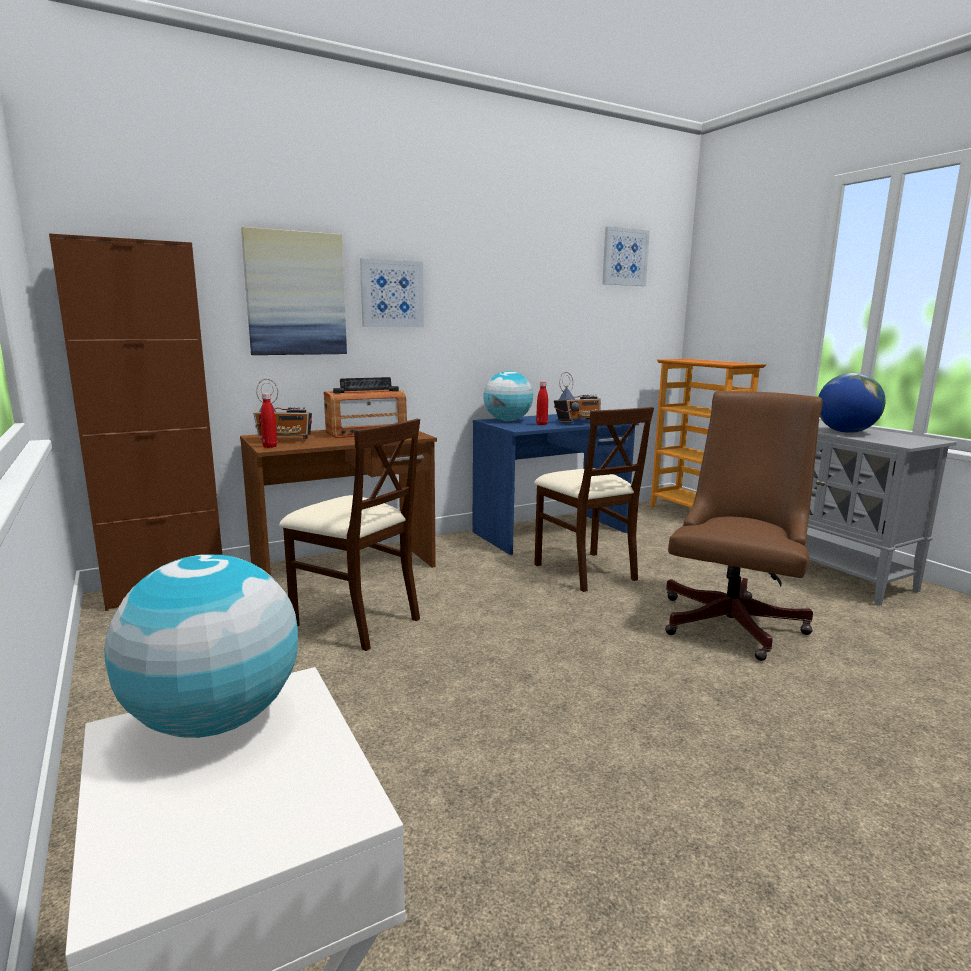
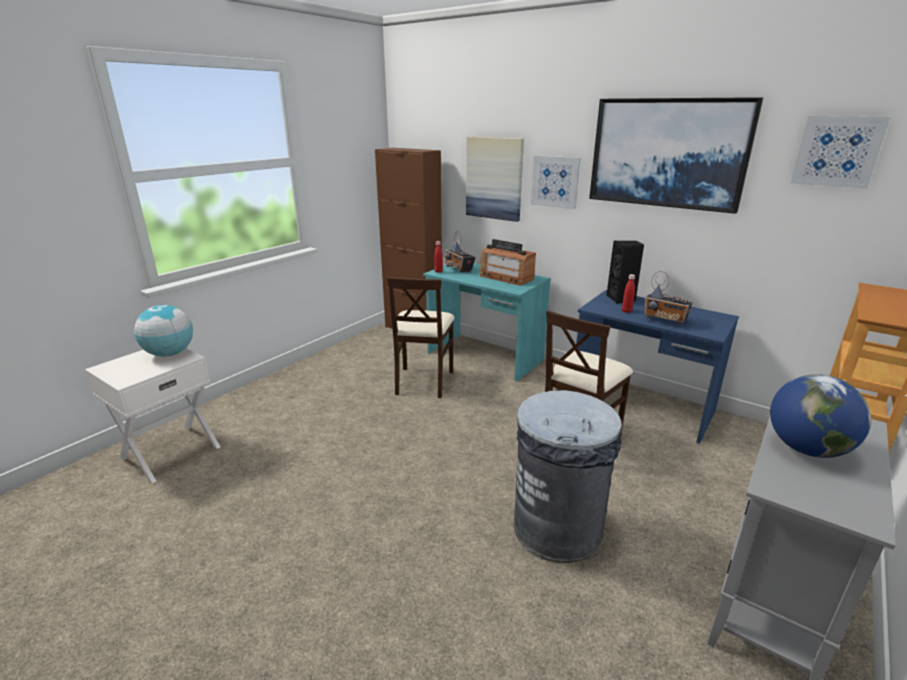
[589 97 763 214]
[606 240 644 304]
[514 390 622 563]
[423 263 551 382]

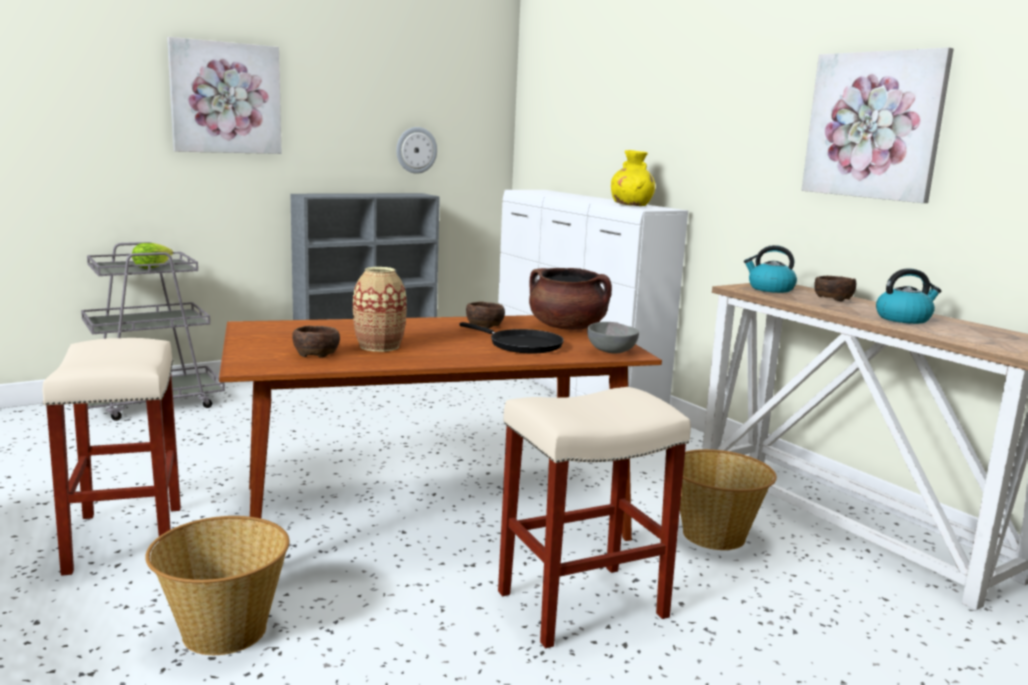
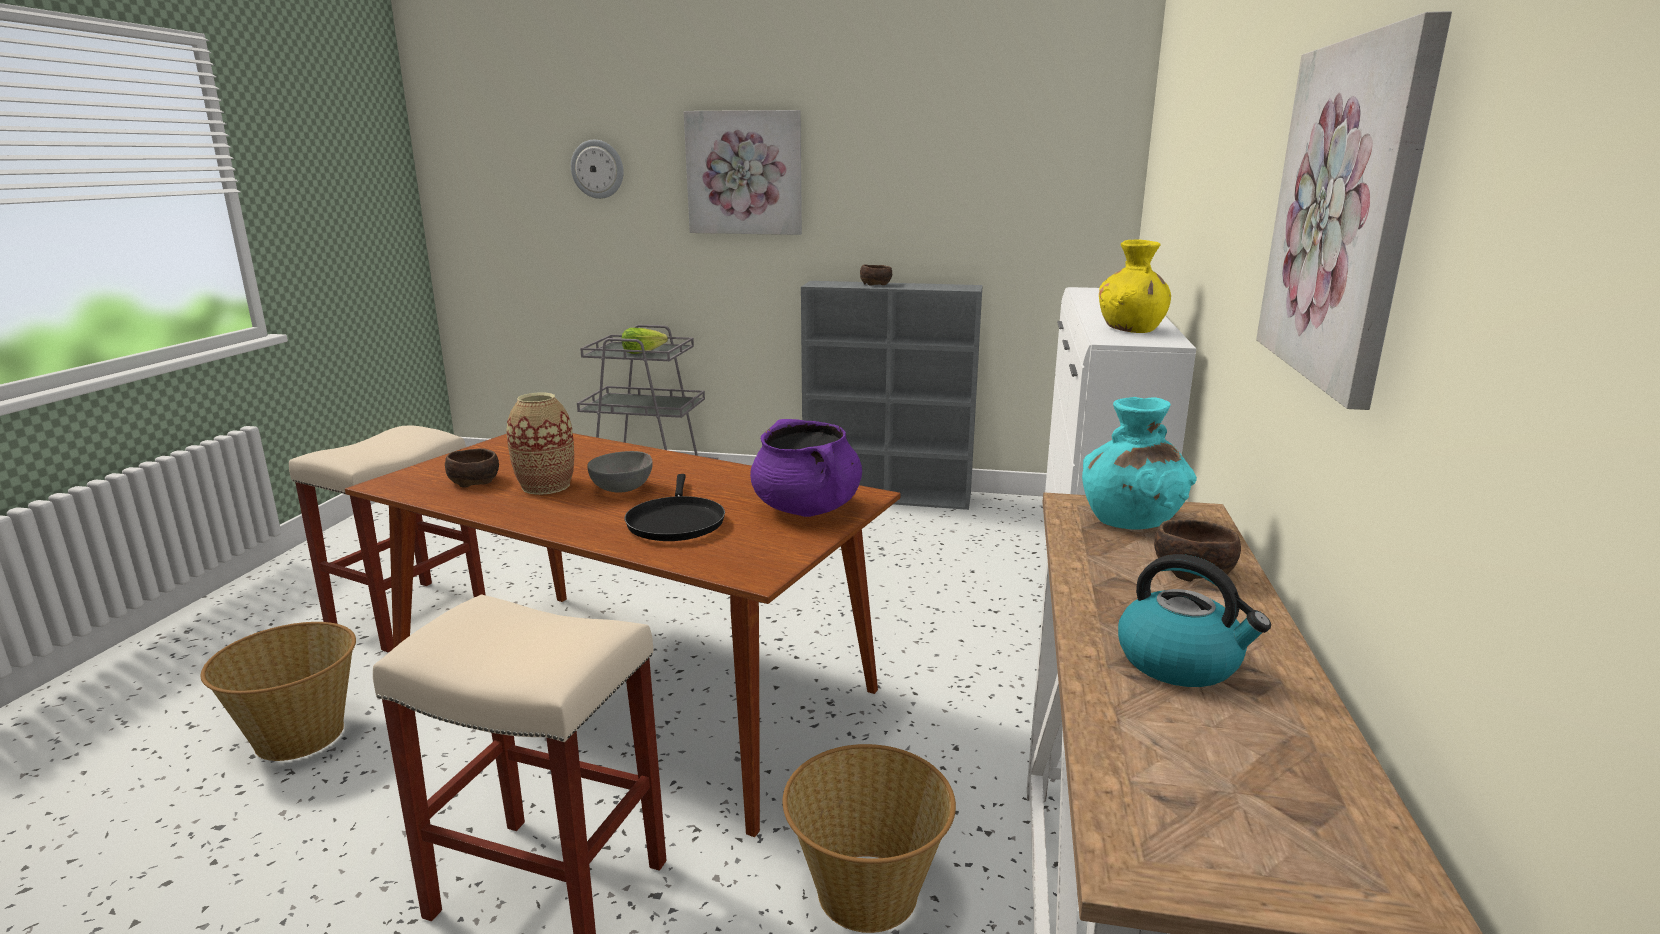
[571 140 624 199]
[860 264 892 286]
[587 451 653 493]
[1082 397 1197 529]
[750 419 862 517]

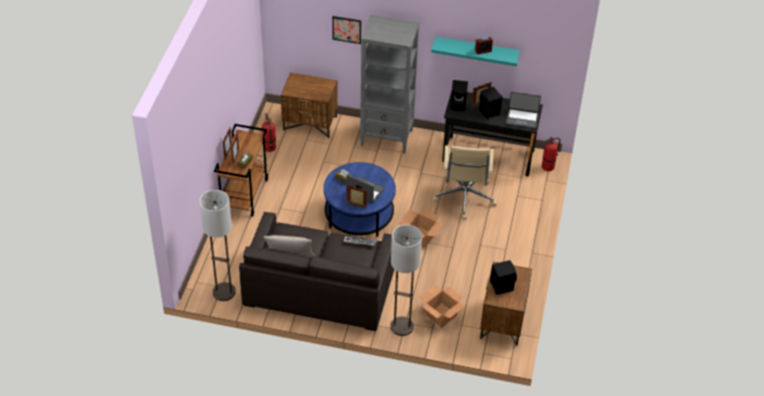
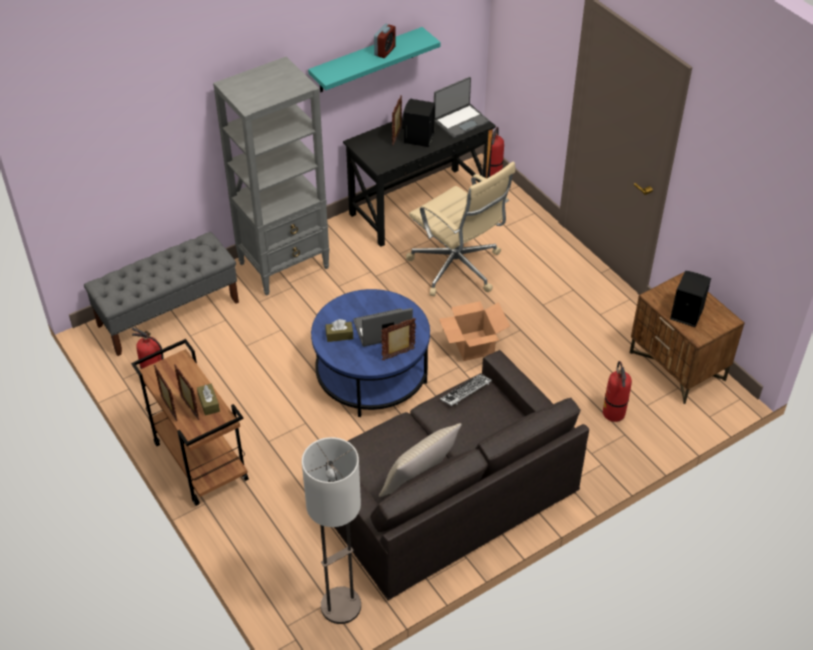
[332 16 361 44] (first image)
[391 225 422 336] (first image)
[450 80 468 111] (first image)
[84 232 239 356]
[603 361 632 422]

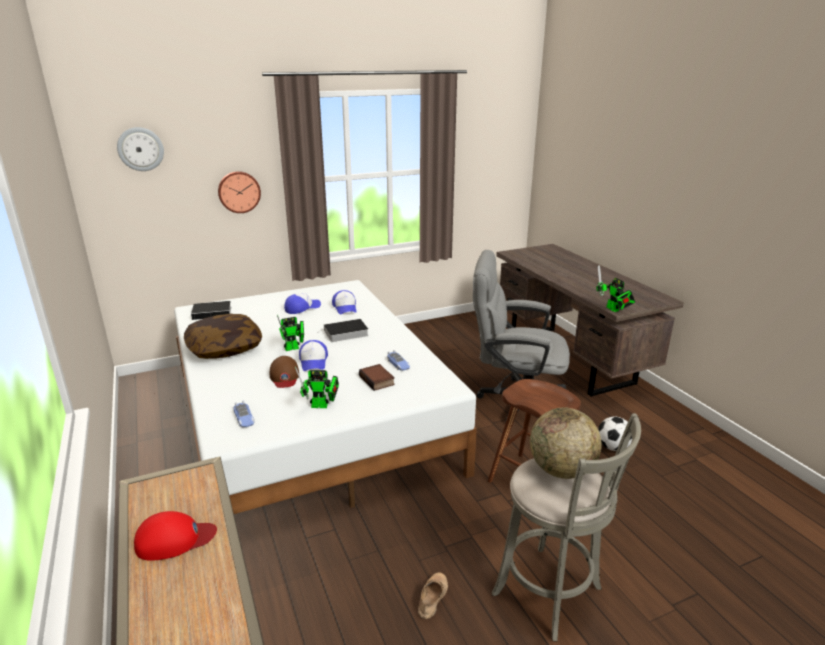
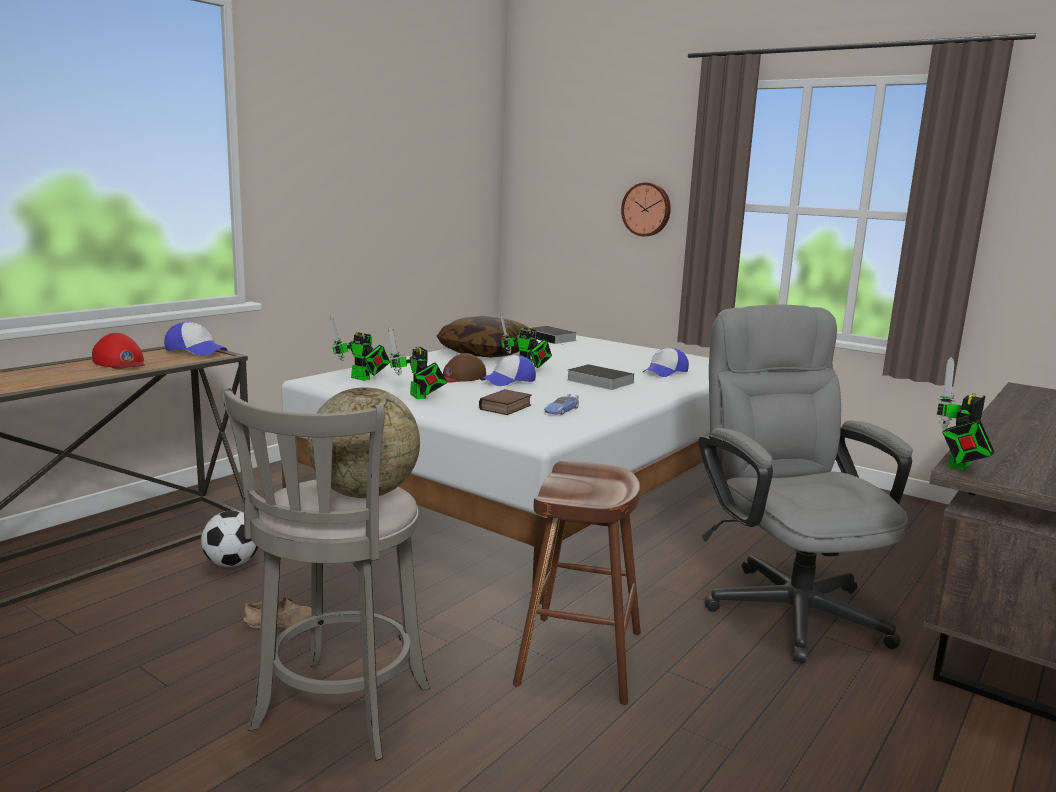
[117 127 164 171] (first image)
[164 322 227 356]
[201 510 258 567]
[330 315 390 381]

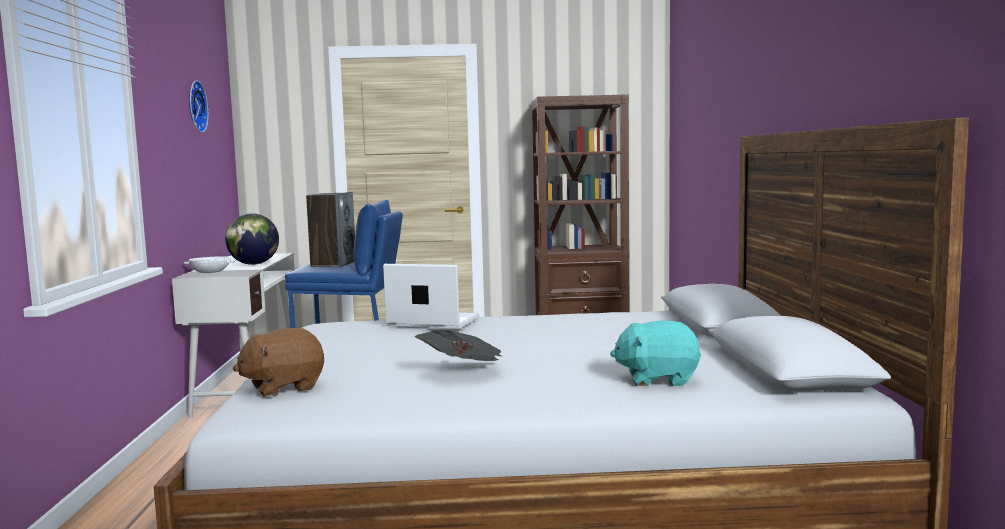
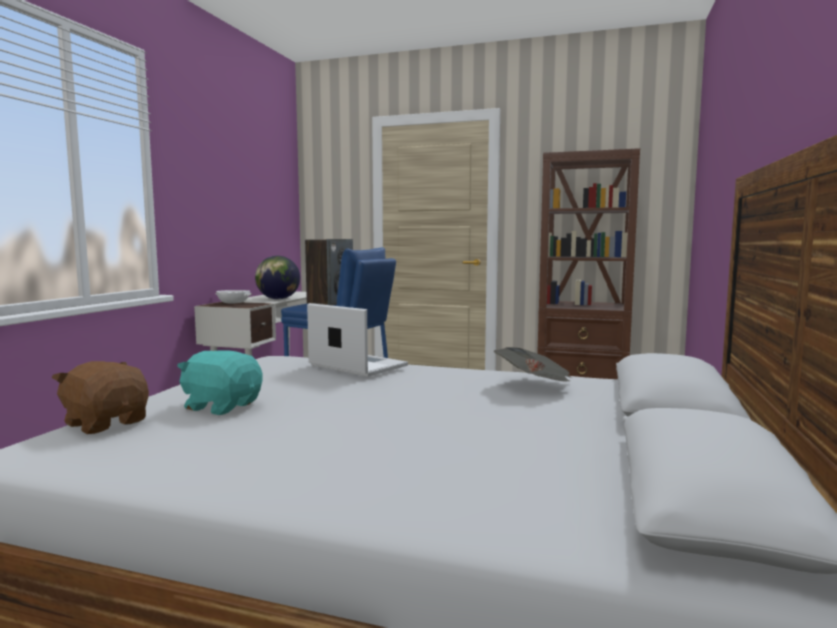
[189 81 209 133] (first image)
[493 347 572 381]
[177 350 262 415]
[52 361 149 434]

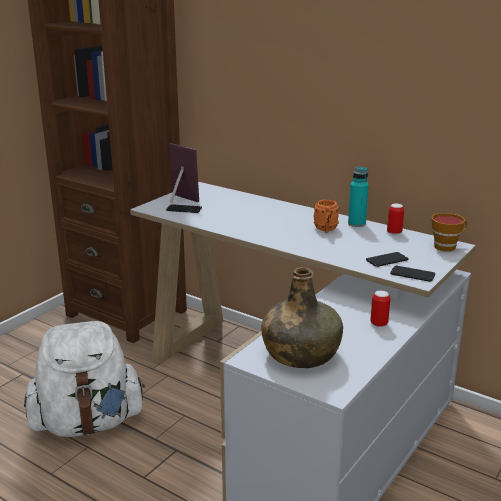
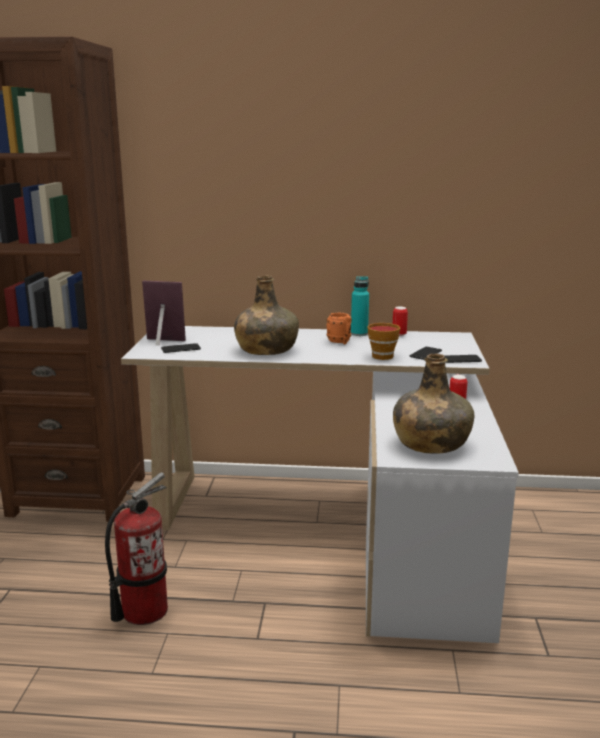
[234 275 299 355]
[367 323 400 360]
[105 472 168 625]

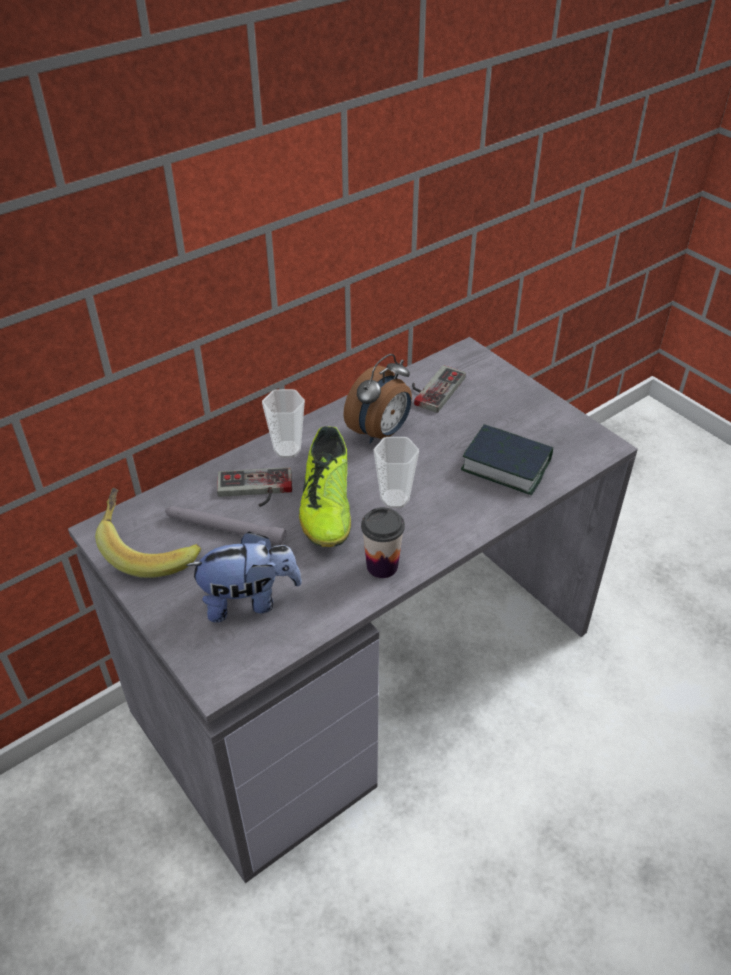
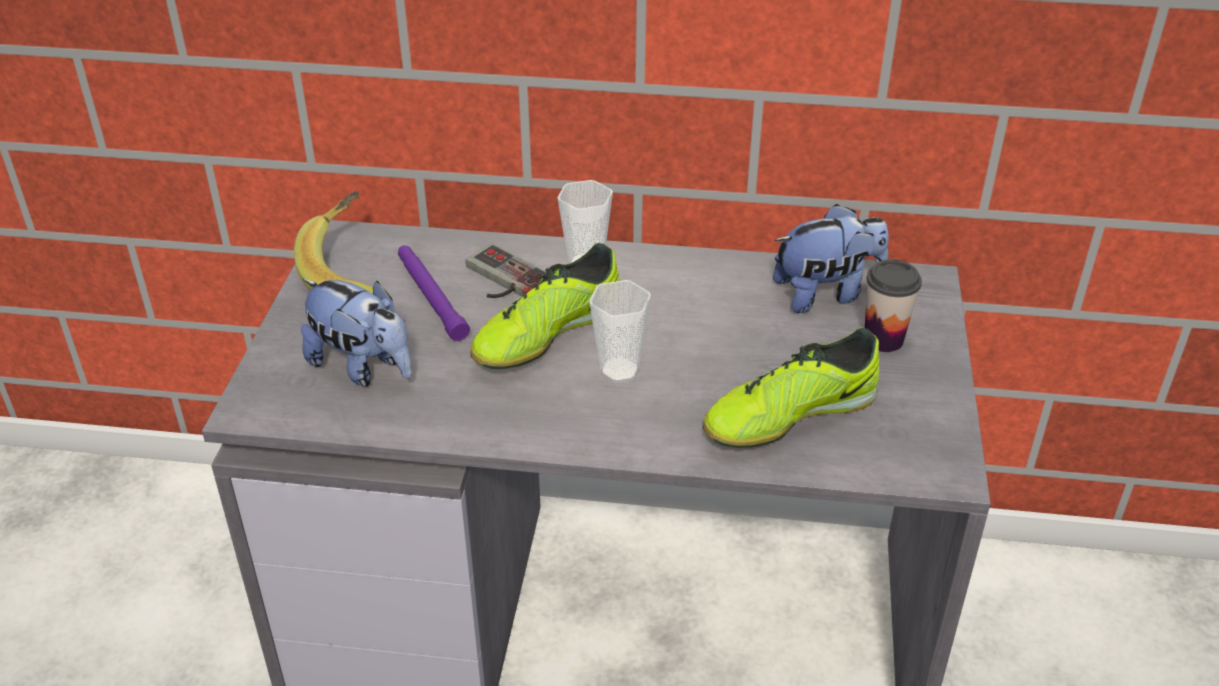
[343 354 412 444] (first image)
[865 259 922 352]
[773 204 889 313]
[703 327 880 448]
[398 246 470 341]

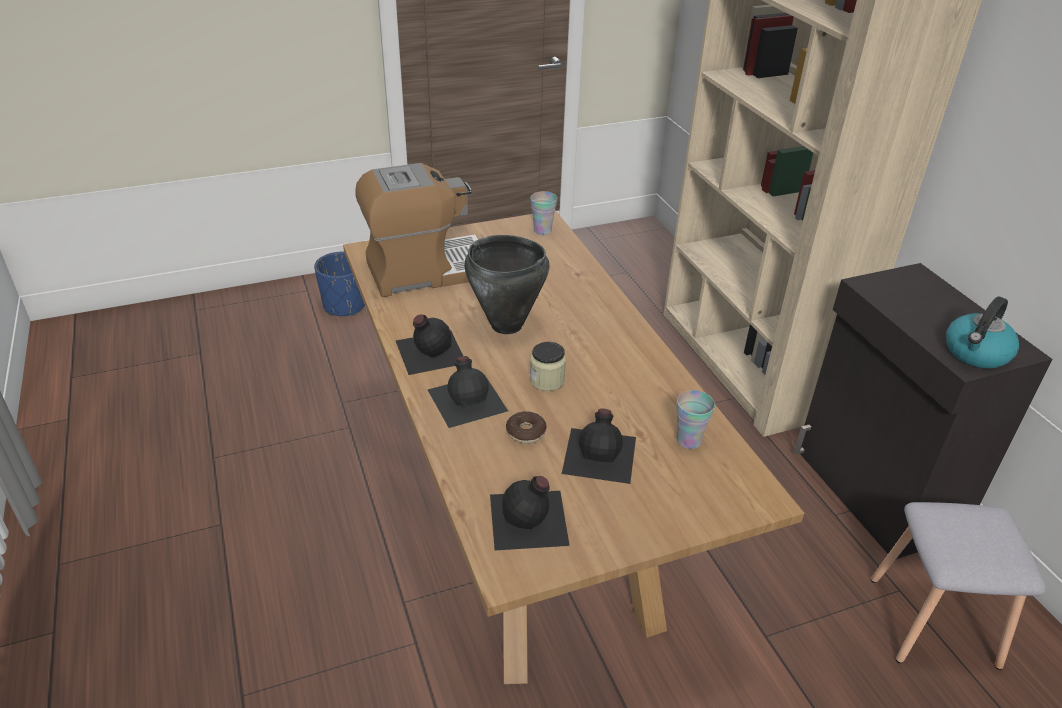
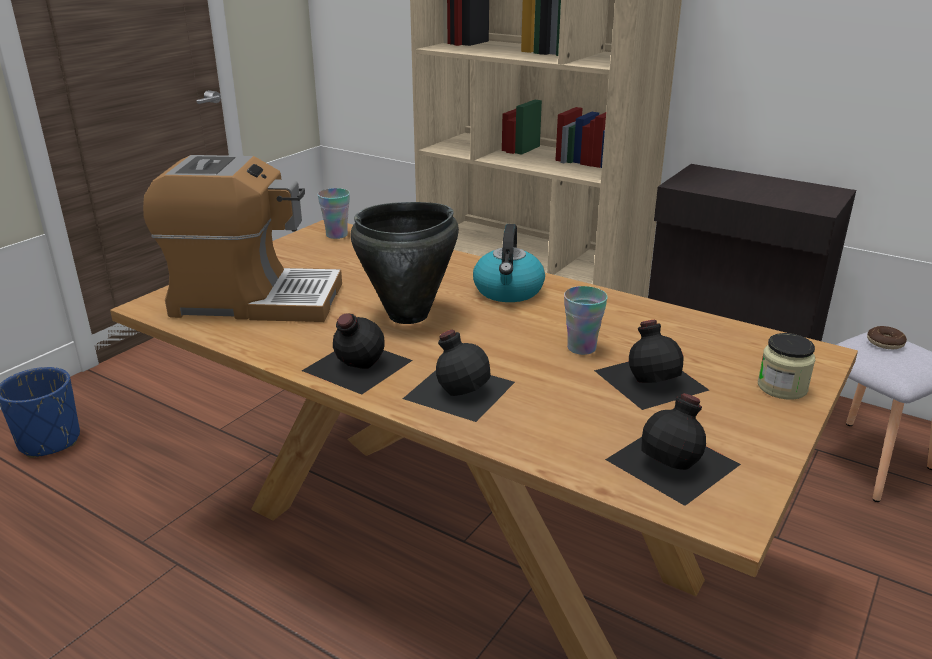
[867 326 907 349]
[758 333 815 400]
[564 286 608 355]
[473 224 545 302]
[143 155 342 322]

